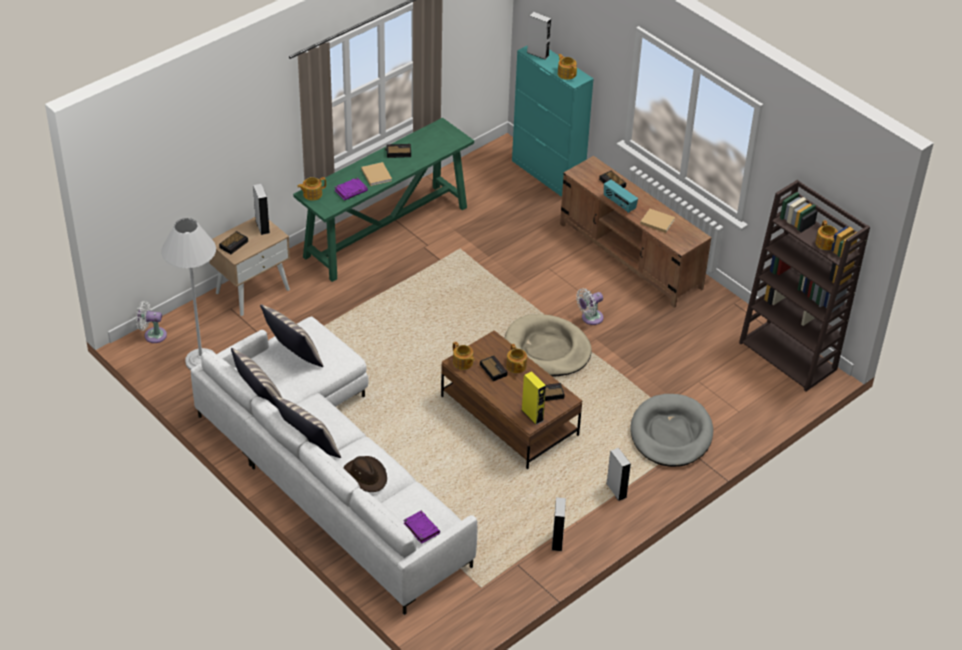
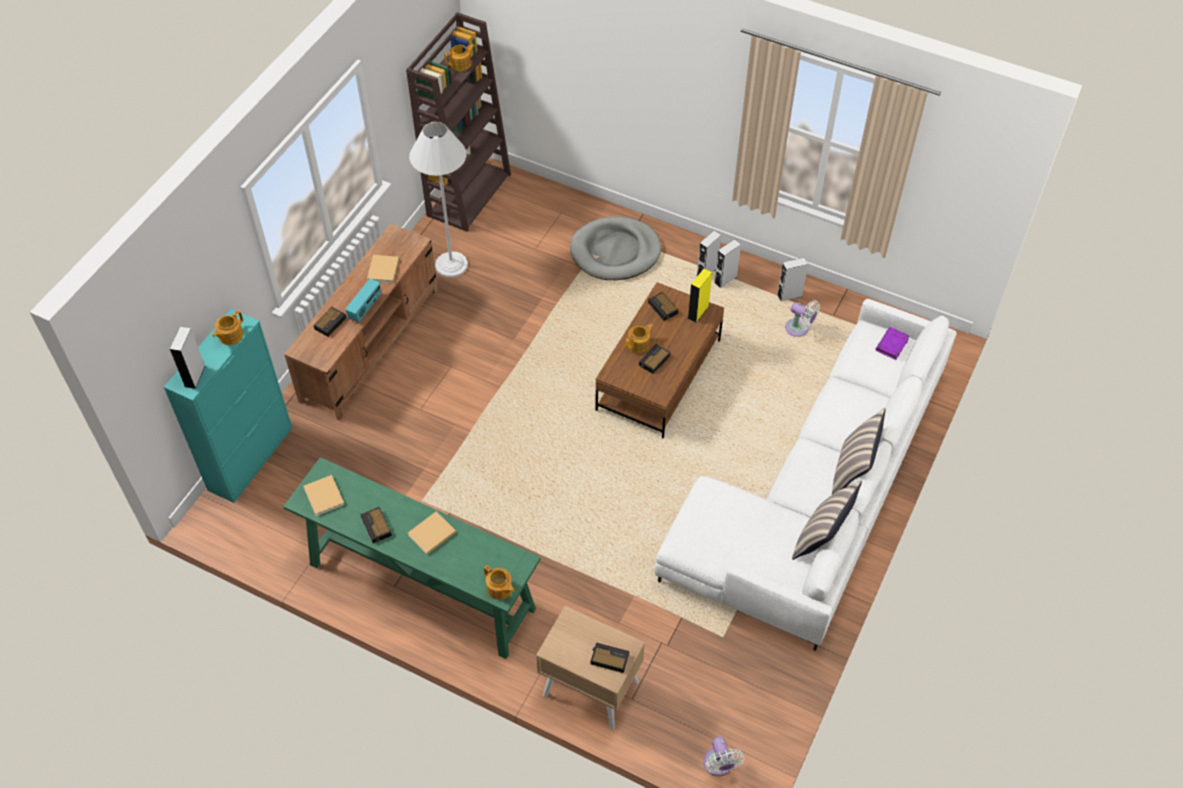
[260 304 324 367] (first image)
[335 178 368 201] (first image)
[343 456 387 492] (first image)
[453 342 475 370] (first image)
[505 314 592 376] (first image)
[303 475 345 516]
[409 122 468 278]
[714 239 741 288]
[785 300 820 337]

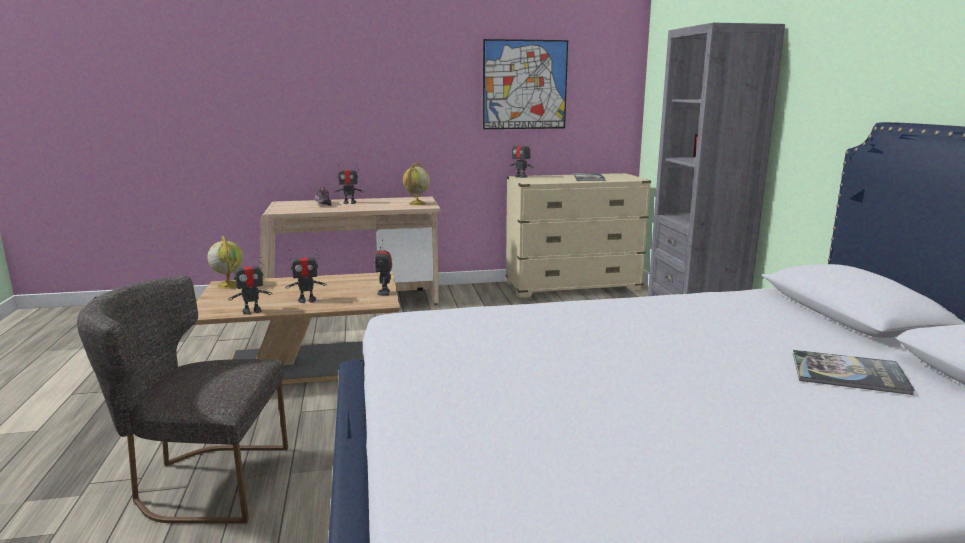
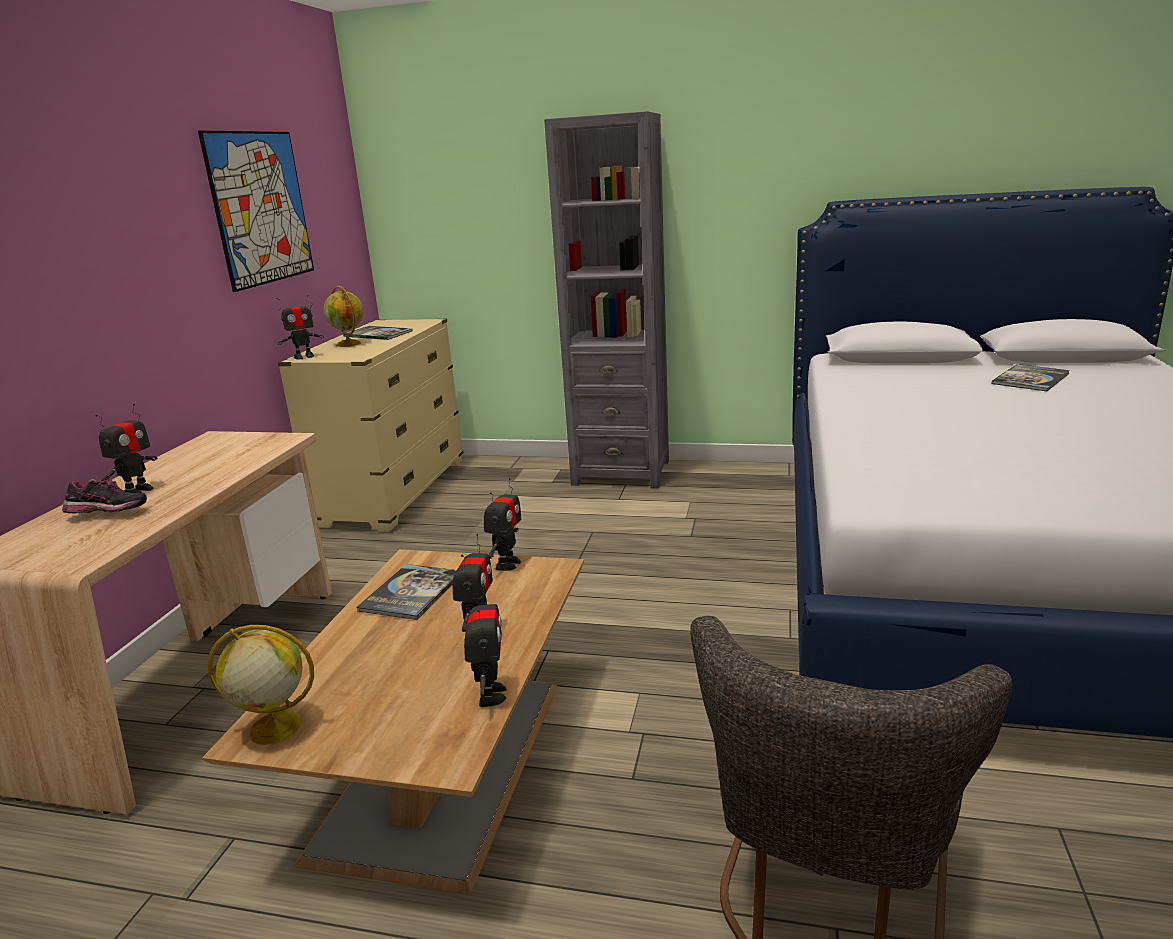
[356 564 457 620]
[323 286 363 347]
[484 478 521 571]

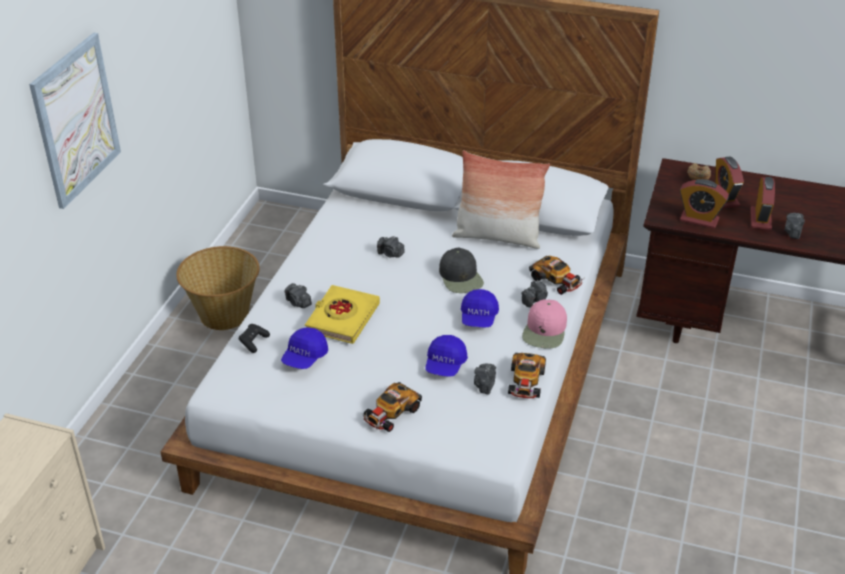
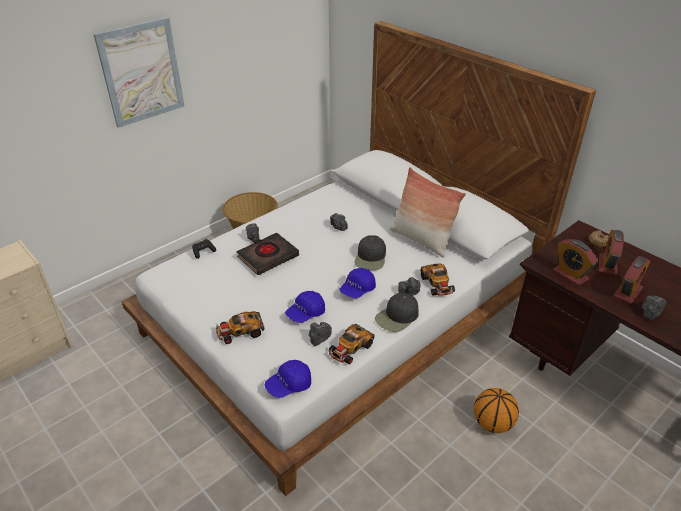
[474 388 519 433]
[264 360 311 398]
[237 233 299 275]
[375 293 419 332]

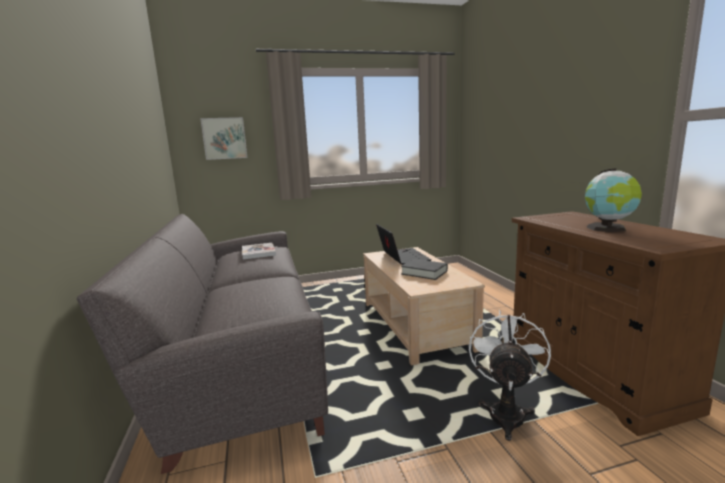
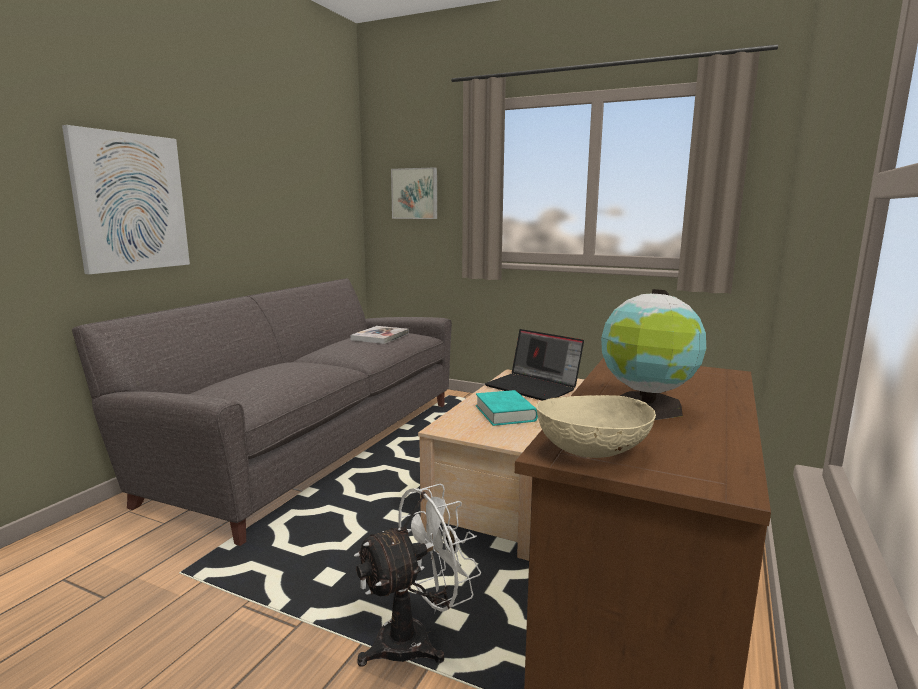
[62 125 190 274]
[536 395 656 458]
[476 390 538 426]
[485 329 584 400]

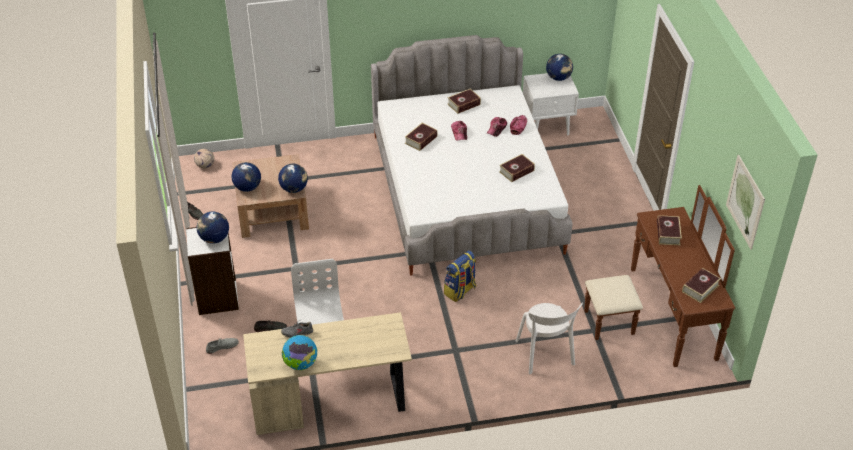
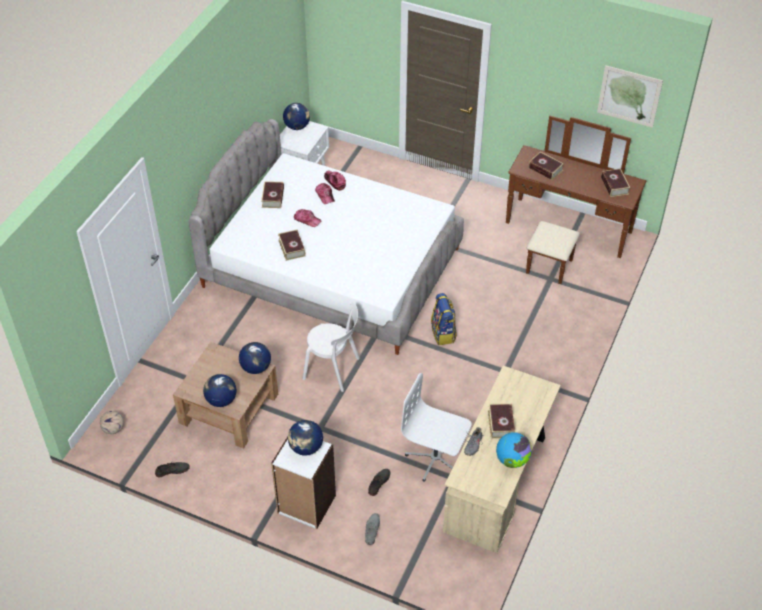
[488 403 515 438]
[303 302 360 392]

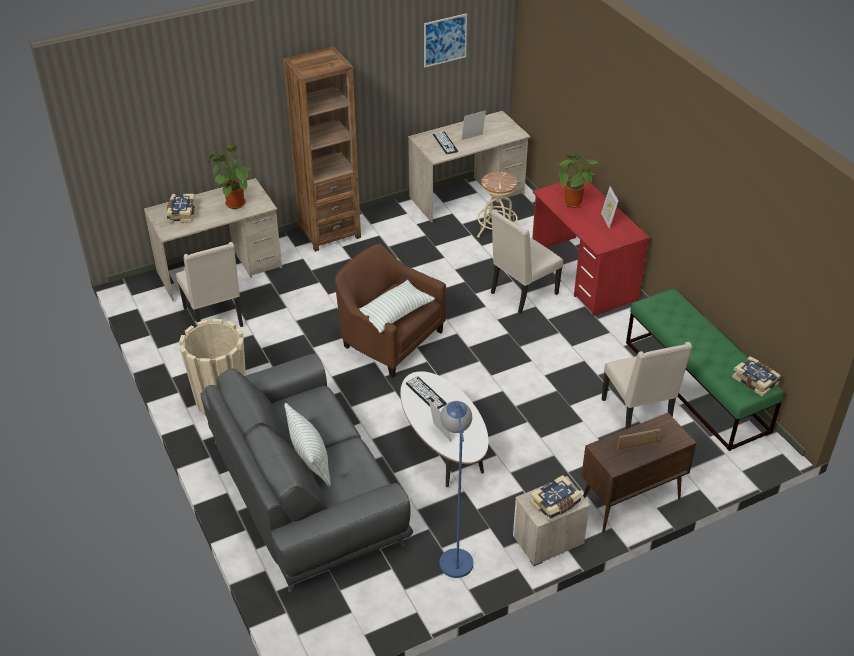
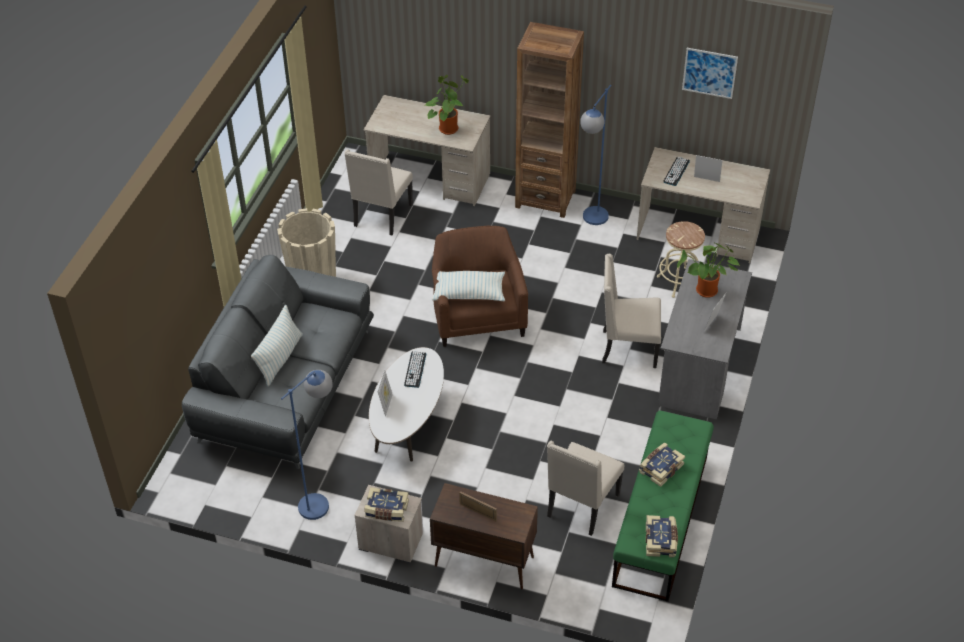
[580 85 611 225]
[639 442 685 487]
[658 259 752 419]

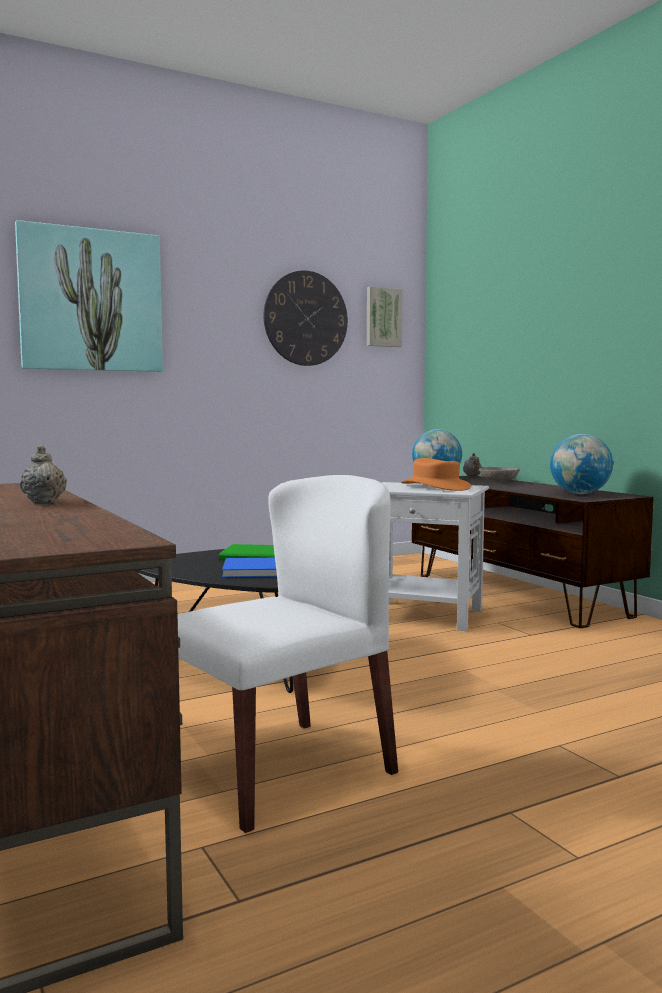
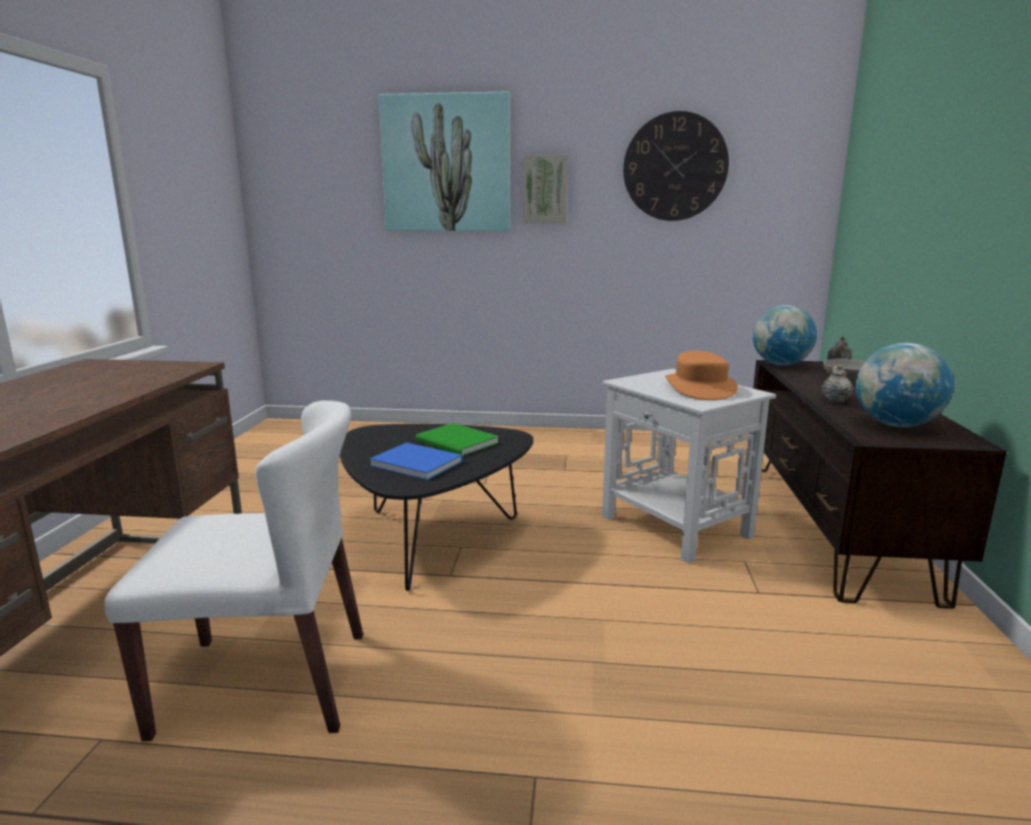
[822 365 854 403]
[523 155 568 224]

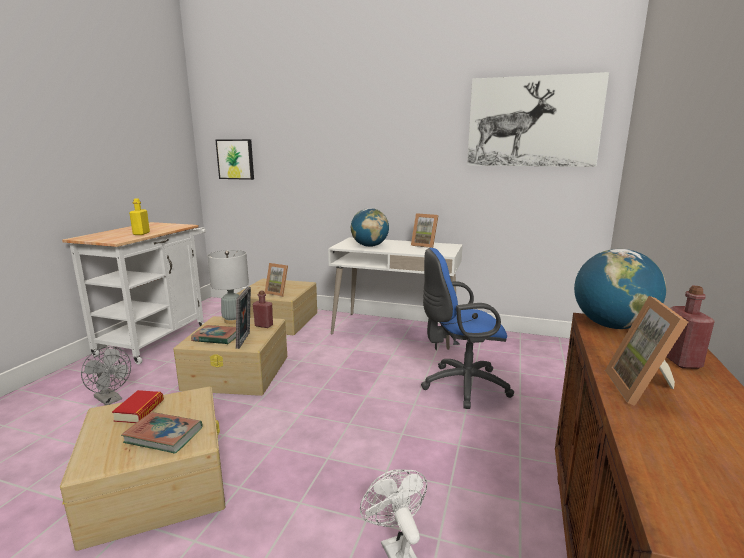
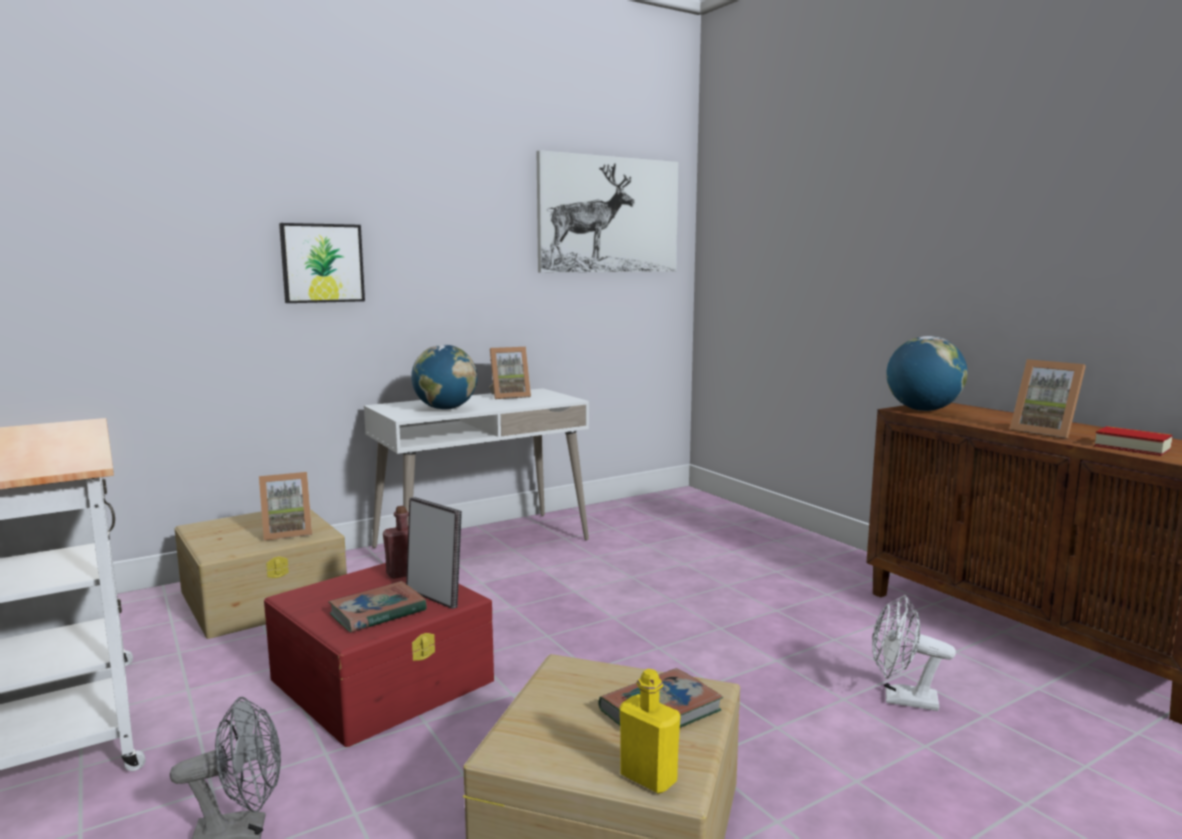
[207 250 249 324] (first image)
[421 248 514 409] (first image)
[666 286 715 369] (first image)
[1094 426 1173 456]
[620 669 681 794]
[279 223 365 303]
[264 563 494 747]

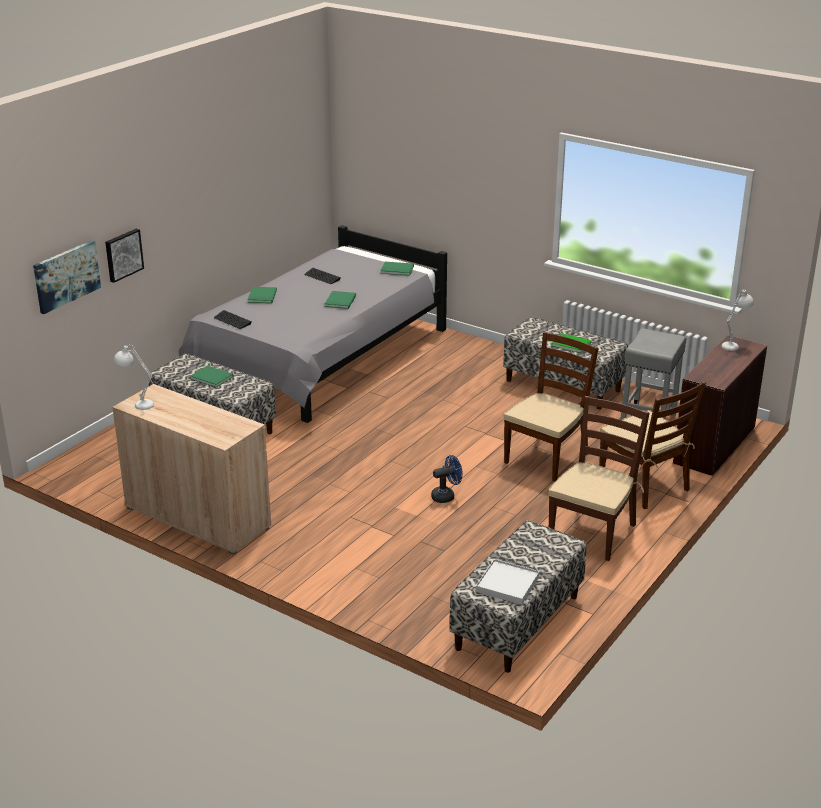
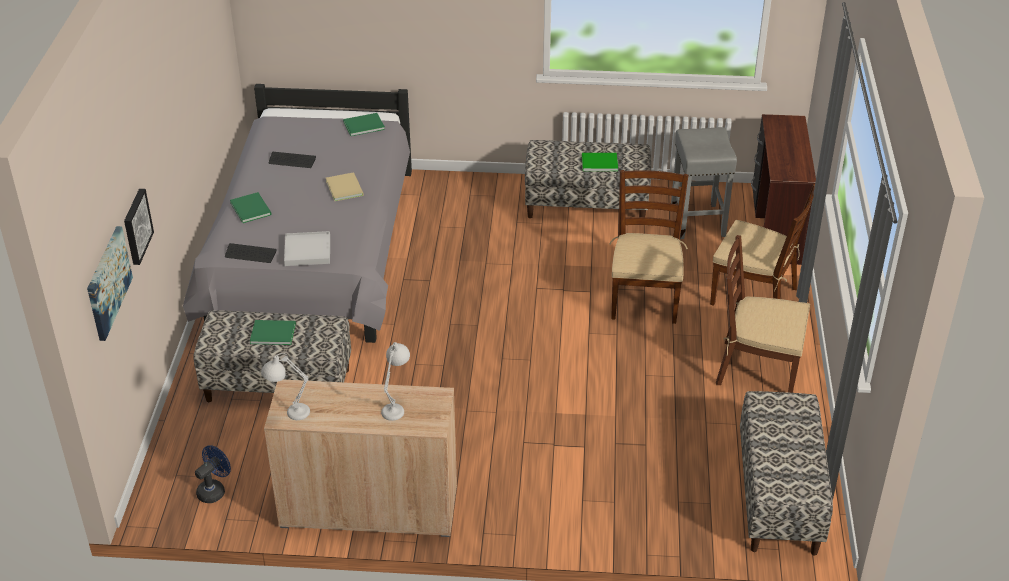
[195 445 231 503]
[284 231 330 266]
[381 342 410 421]
[326 172 364 201]
[716 235 810 393]

